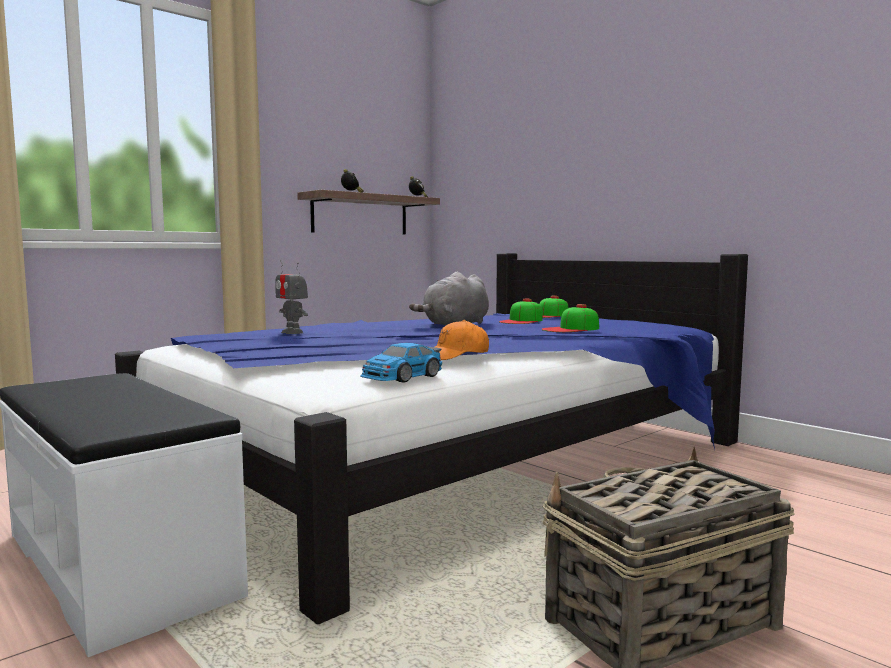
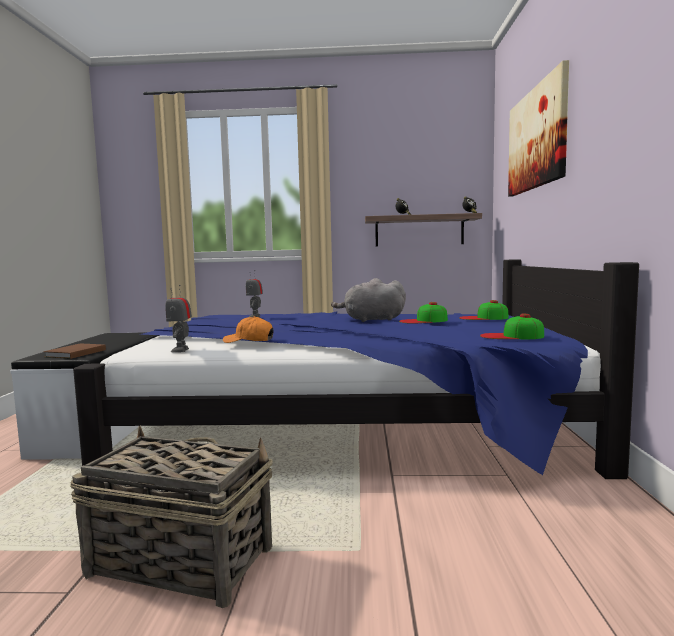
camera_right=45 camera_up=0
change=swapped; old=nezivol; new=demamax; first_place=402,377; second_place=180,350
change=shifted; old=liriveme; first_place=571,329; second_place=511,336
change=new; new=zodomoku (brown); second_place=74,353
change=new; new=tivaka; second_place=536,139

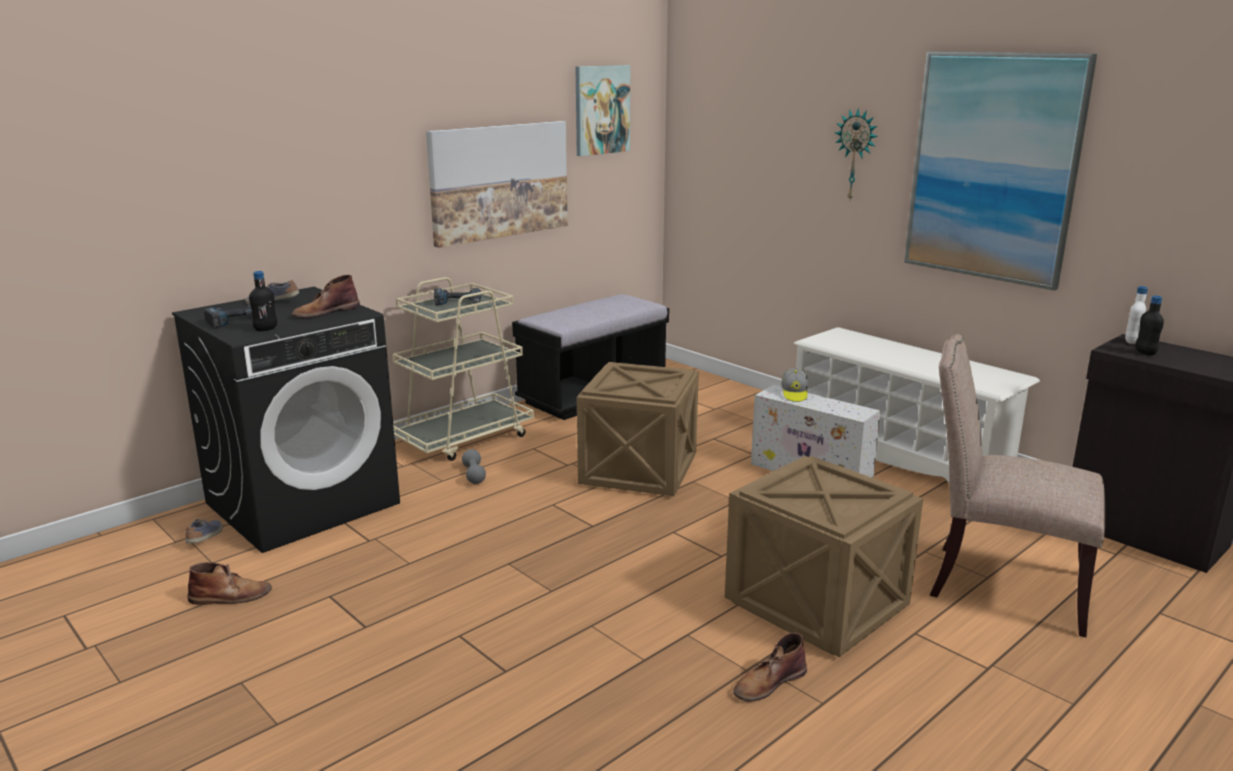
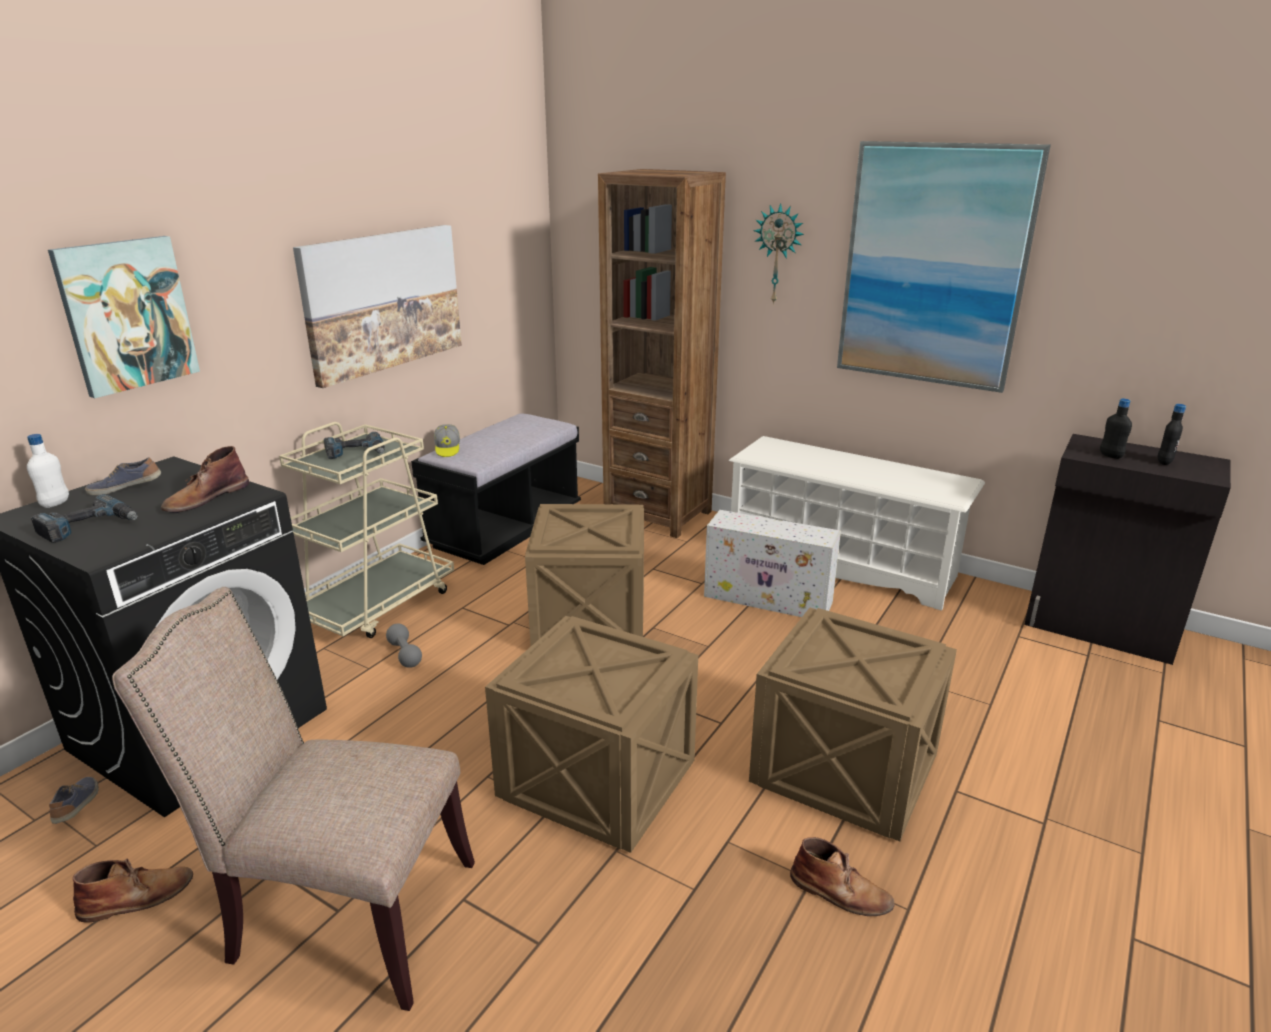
camera_right=-15 camera_up=5
change=shifted; old=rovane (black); first_place=265,329; second_place=1164,462
change=shifted; old=tivaka; first_place=601,110; second_place=127,315
change=rotated; old=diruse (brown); first_place=769,682; second_place=841,892; degrees=-105
change=shifted; old=liriveme; first_place=794,394; second_place=447,449
change=shifted; old=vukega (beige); first_place=1000,585; second_place=343,914
change=shifted; old=rovane (white); first_place=1132,341; second_place=55,503
change=new; new=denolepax; second_place=599,782
change=new; new=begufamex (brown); second_place=658,514

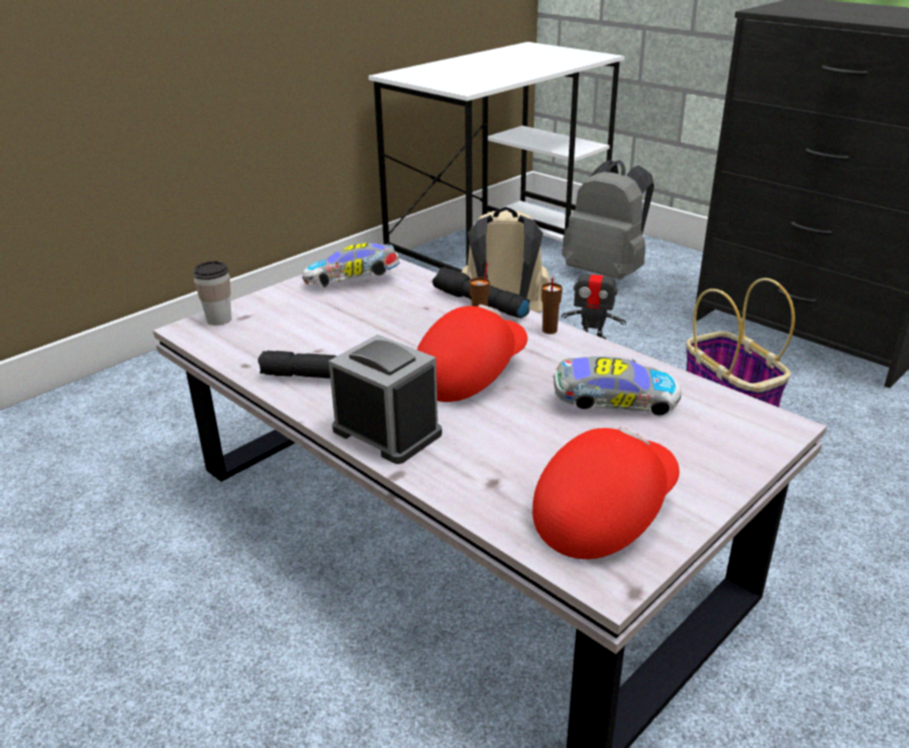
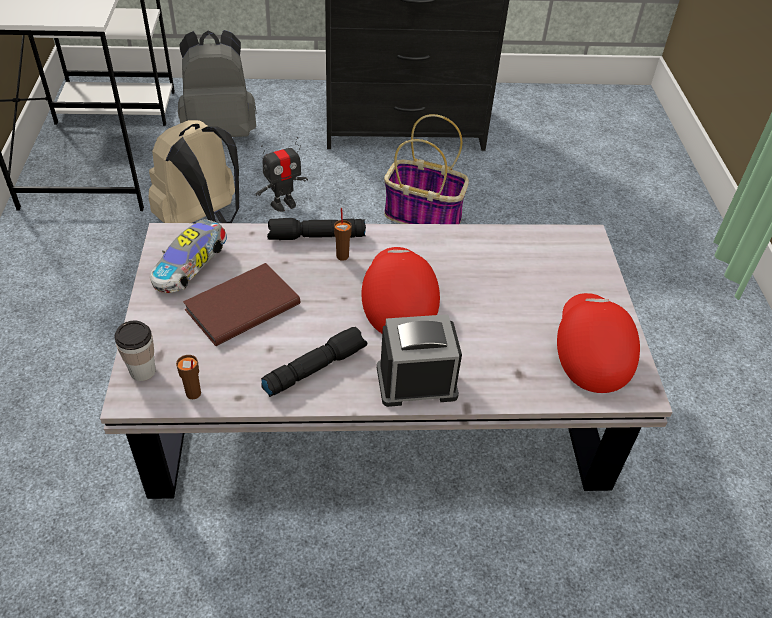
camera_right=-50 camera_up=15
change=shifted; old=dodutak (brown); first_place=549,330; second_place=193,394
change=gone; old=nezivol; first_place=612,404
change=new; new=zodomoku (brown); second_place=240,306

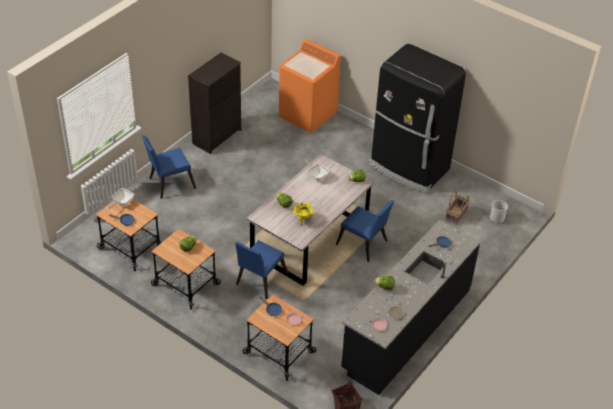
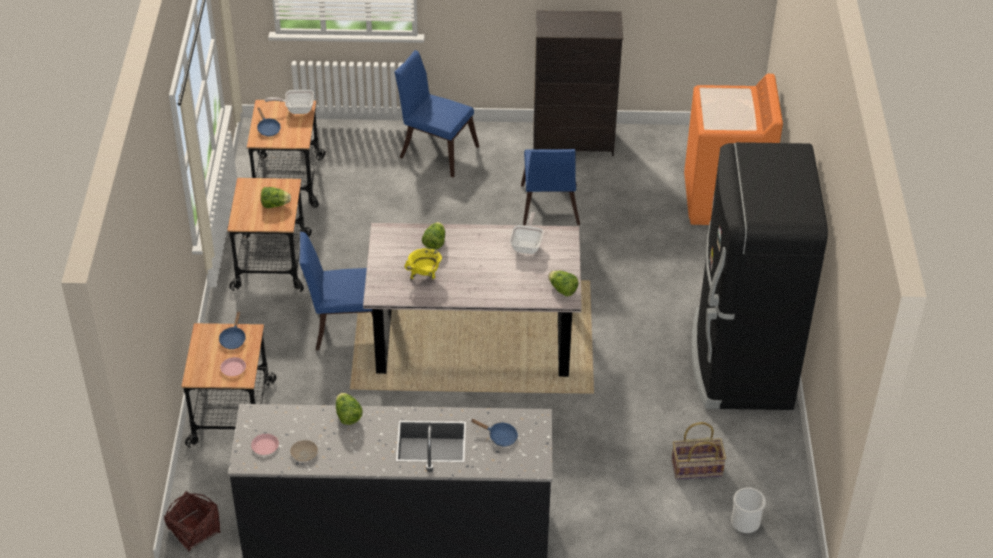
camera_right=55 camera_up=0
change=shifted; old=vukega (blue); first_place=364,245; second_place=549,209

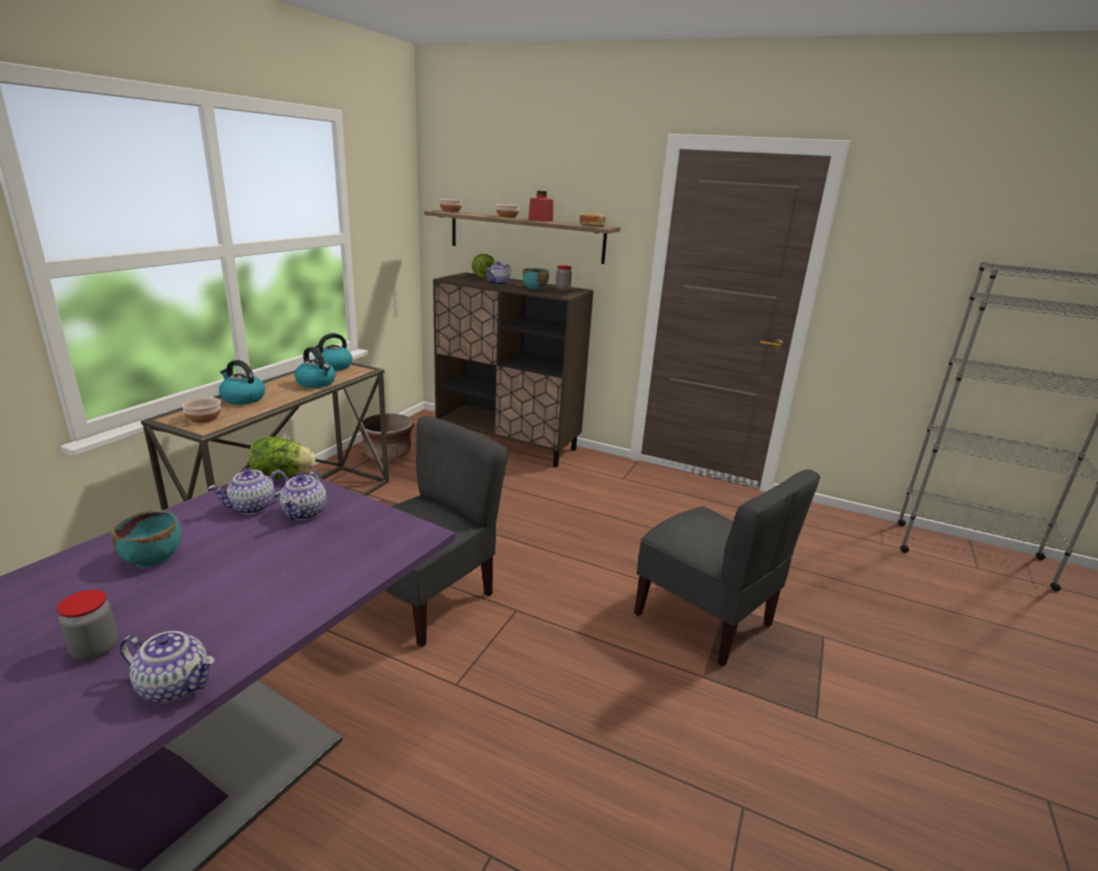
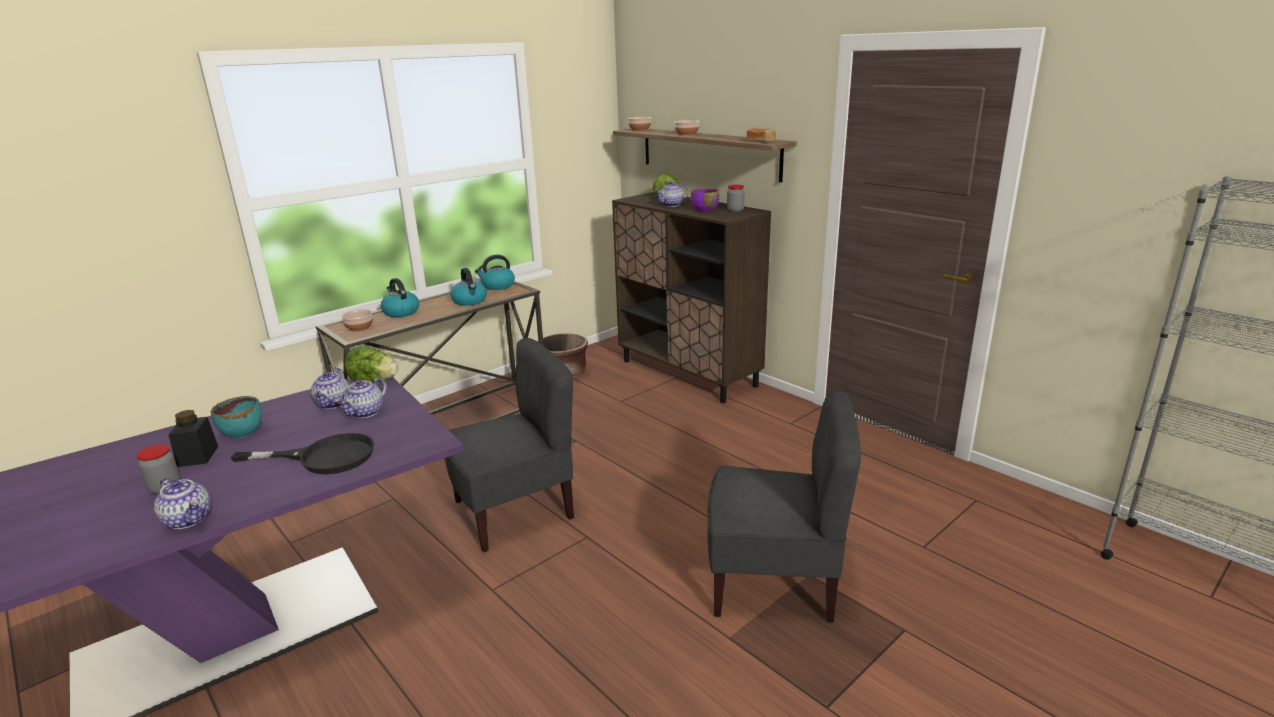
camera_right=25 camera_up=0
change=rotated; old=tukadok; first_place=252,507; second_place=333,403; degrees=-75
change=repainted; old=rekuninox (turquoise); new=rekuninox (purple); first_place=535,288; second_place=704,210
change=gone; old=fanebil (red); first_place=540,220
change=rotated; old=vukega (grey); first_place=704,619; second_place=774,583; degrees=-60
change=new; new=fanebil (black); second_place=198,456
change=new; new=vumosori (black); second_place=324,457

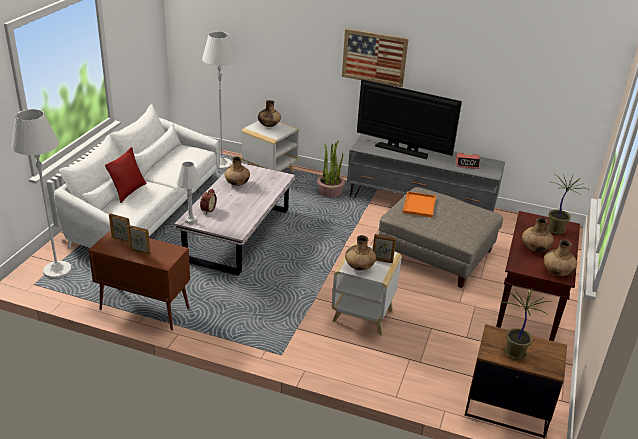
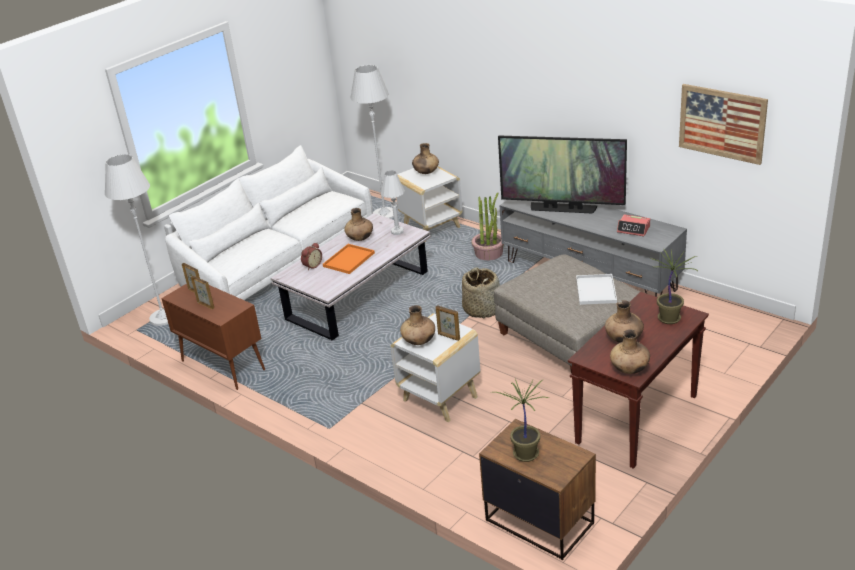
camera_right=25 camera_up=0
change=gone; old=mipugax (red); first_place=128,192
change=shifted; old=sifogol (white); first_place=190,220; second_place=397,231
change=shifted; old=tivaka; first_place=374,57; second_place=722,123
change=rotated; old=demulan; first_place=402,150; second_place=562,208; degrees=150
change=shifted; old=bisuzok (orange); first_place=419,204; second_place=349,259
change=new; new=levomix; second_place=482,309
change=new; new=bisuzok (white); second_place=595,289

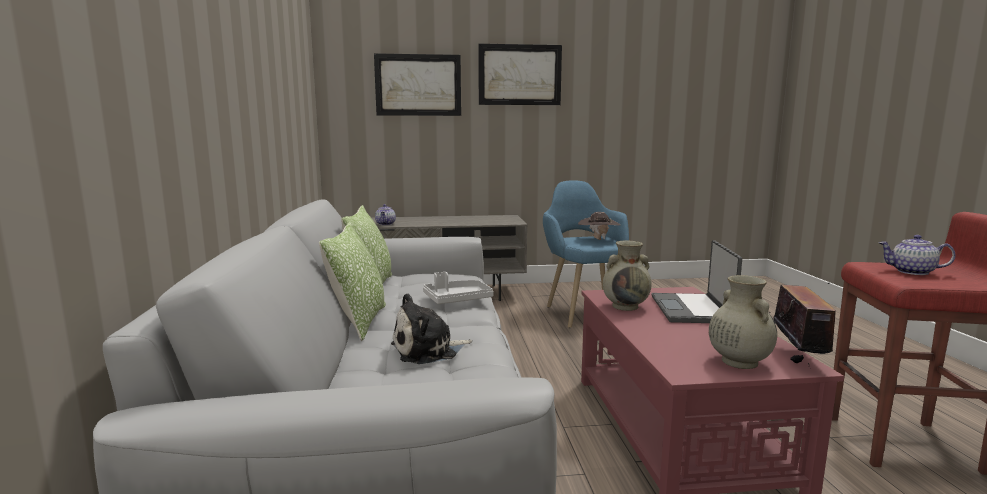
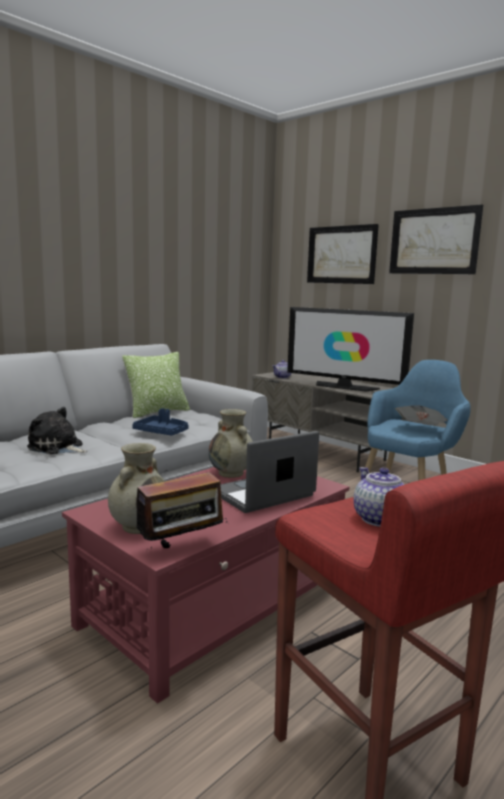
camera_right=50 camera_up=0
change=gone; old=mipugax; first_place=359,322
change=repainted; old=bisuzok (grey); new=bisuzok (blue); first_place=457,300; second_place=162,432
change=swapped; old=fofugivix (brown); new=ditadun; first_place=598,240; second_place=420,429
change=new; new=demulan; second_place=344,387

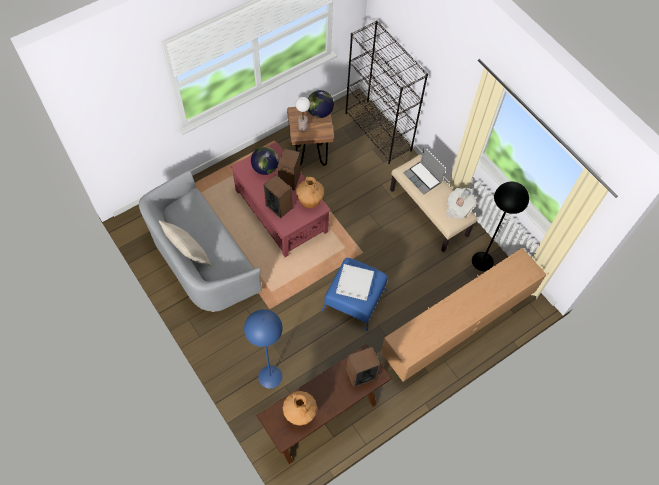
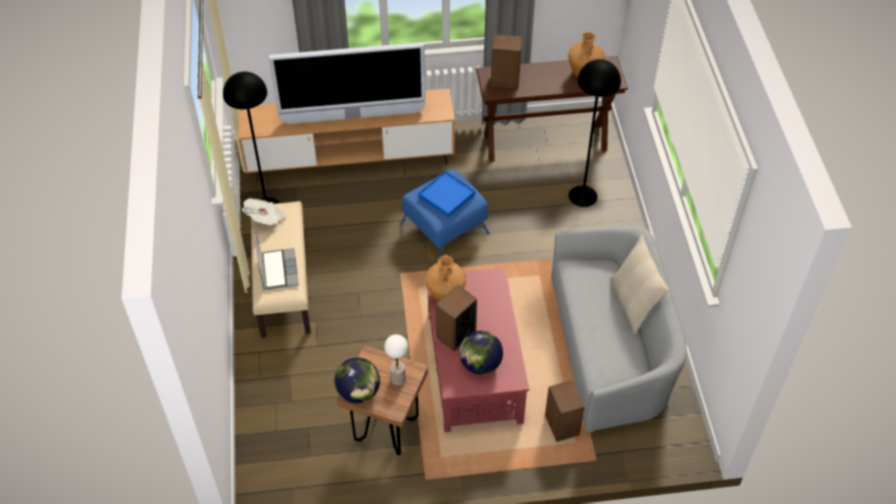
camera_right=-150 camera_up=-10
change=repainted; old=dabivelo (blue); new=dabivelo (black); first_place=270,377; second_place=583,196
change=shifted; old=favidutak; first_place=279,206; second_place=561,425
change=repainted; old=bisuzok (white); new=bisuzok (blue); first_place=354,283; second_place=446,196
change=gone; old=begufamex (black); first_place=378,132
change=new; new=demulan; second_place=353,117

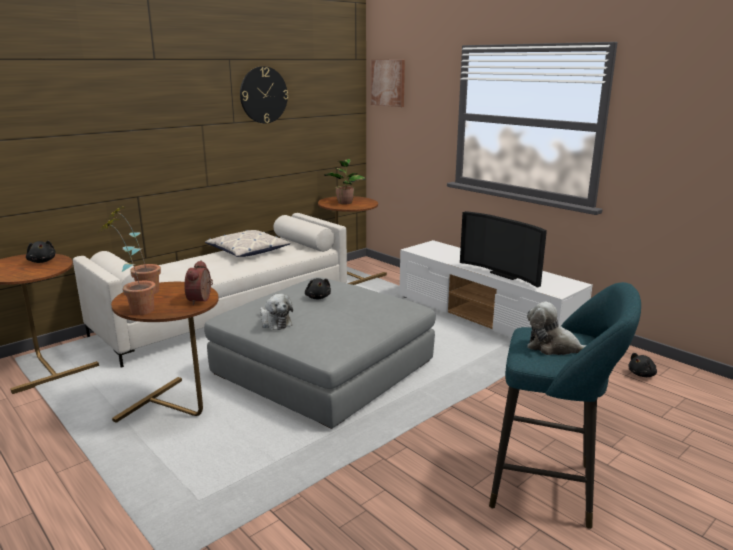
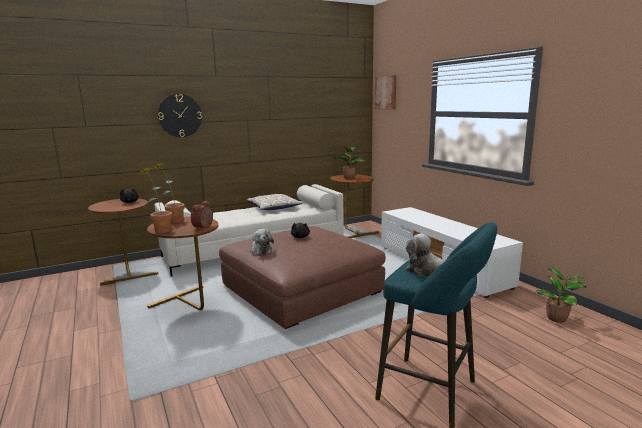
camera_right=15 camera_up=-5
change=repainted; old=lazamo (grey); new=lazamo (brown); first_place=323,368; second_place=301,289
change=shifted; old=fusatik; first_place=263,95; second_place=180,115
change=gone; old=demulan; first_place=505,274
change=swapped; old=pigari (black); new=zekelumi; first_place=642,374; second_place=558,319

